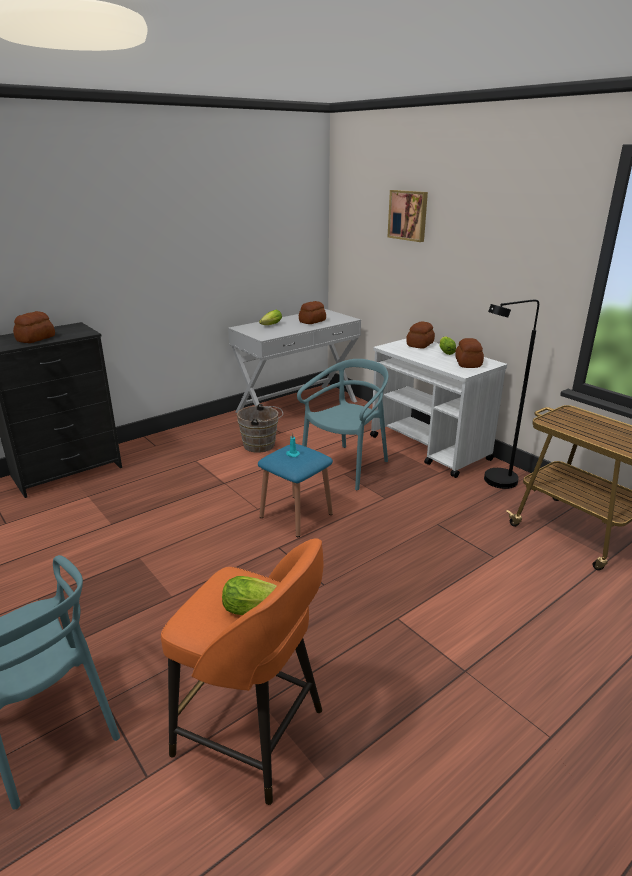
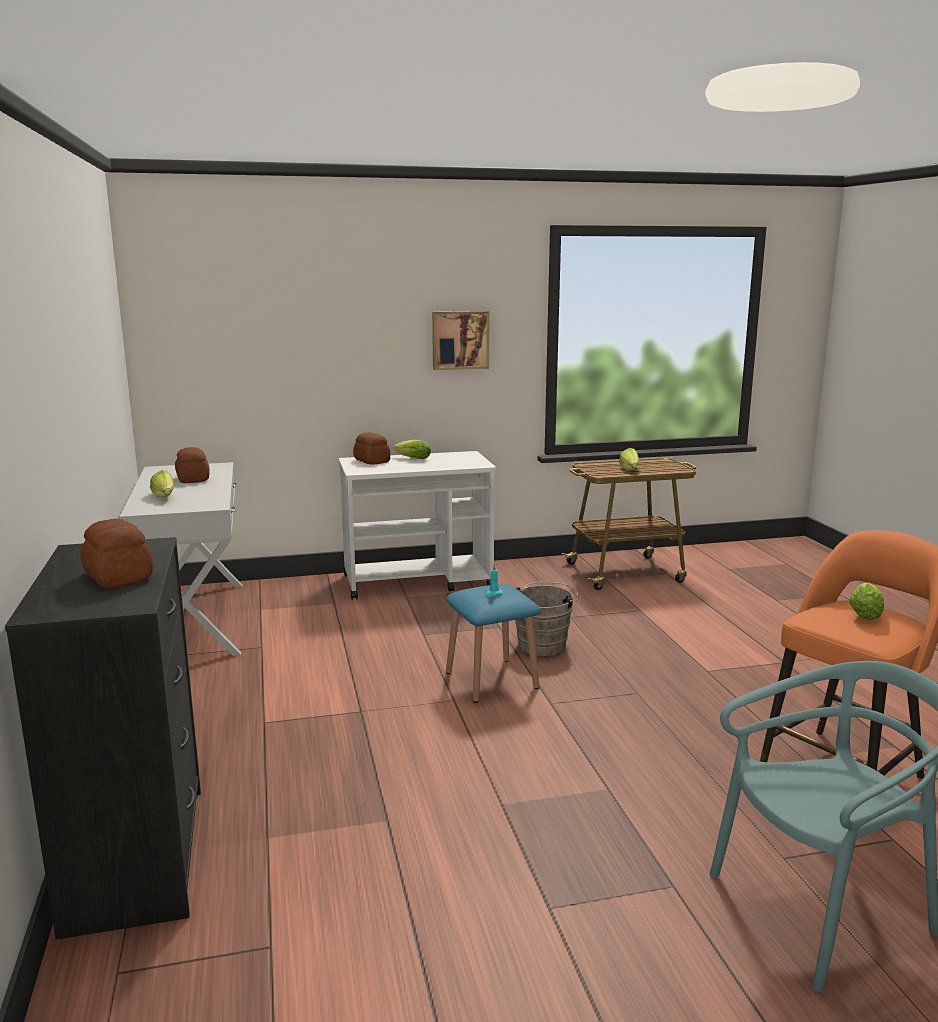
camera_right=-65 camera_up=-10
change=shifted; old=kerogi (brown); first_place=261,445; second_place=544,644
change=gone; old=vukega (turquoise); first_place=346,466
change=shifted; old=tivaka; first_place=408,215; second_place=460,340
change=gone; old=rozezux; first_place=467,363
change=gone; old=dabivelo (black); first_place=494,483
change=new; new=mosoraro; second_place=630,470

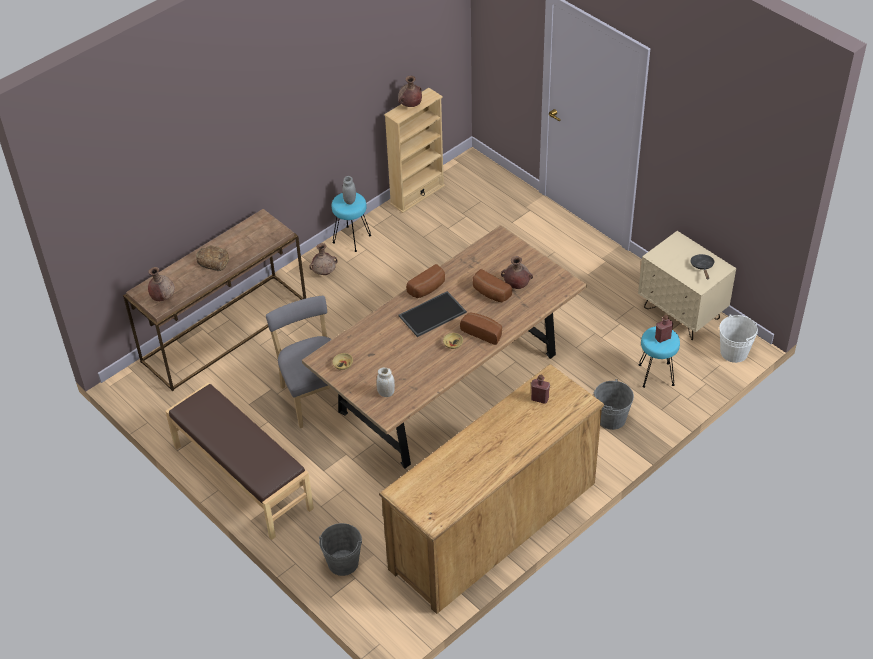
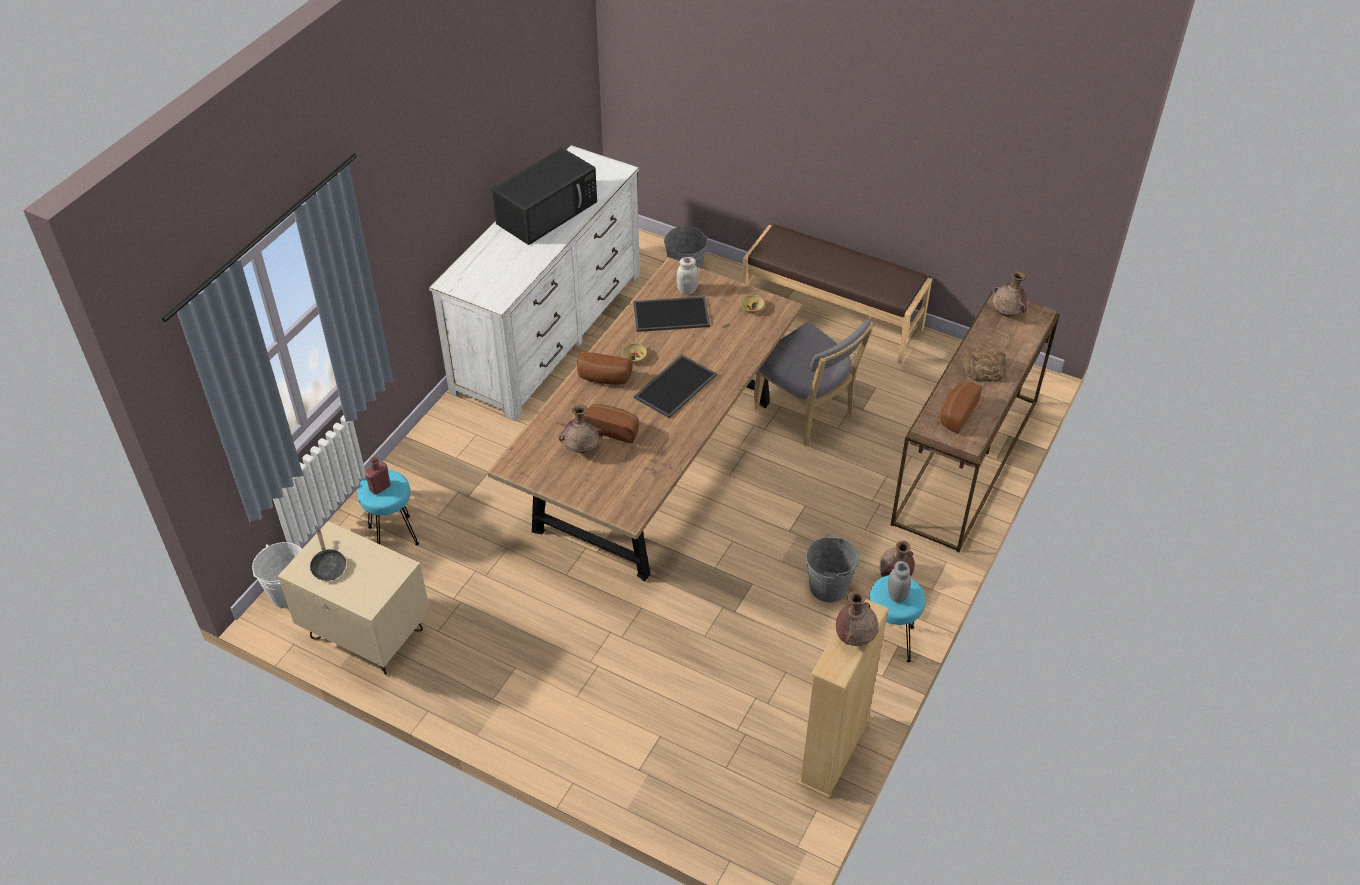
camera_right=160 camera_up=0
change=repainted; old=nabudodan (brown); new=nabudodan (white); first_place=493,525; second_place=548,332
change=shifted; old=rozezux; first_place=428,289; second_place=956,413
change=gone; old=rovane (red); first_place=539,399
change=shifted; old=kerogi (grey); first_place=611,418; second_place=828,587
change=new; new=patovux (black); second_place=547,211
change=new; new=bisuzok; second_place=672,314

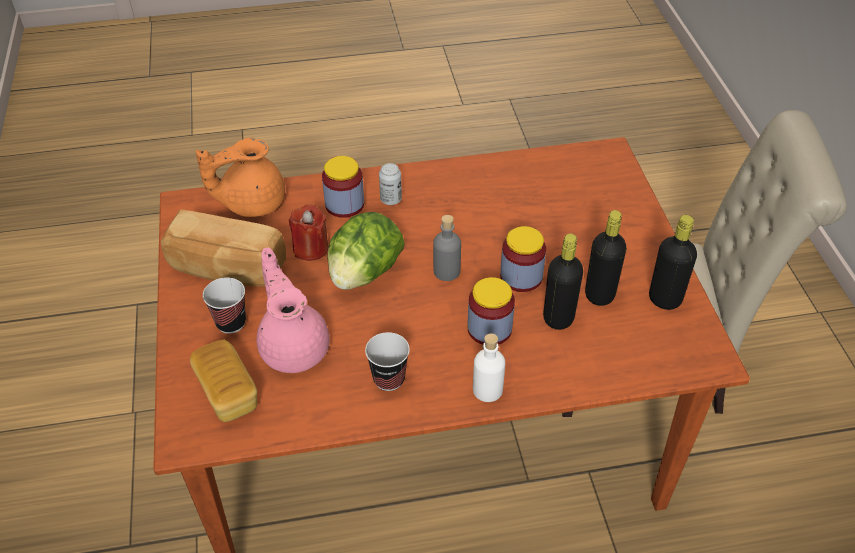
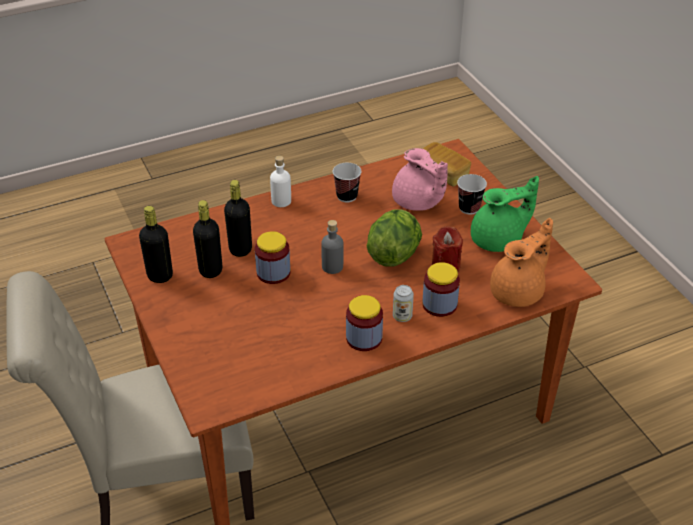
camera_right=165 camera_up=-5
change=swapped; old=rozezux; new=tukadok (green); first_place=227,268; second_place=498,240
change=shifted; old=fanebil; first_place=489,329; second_place=364,338

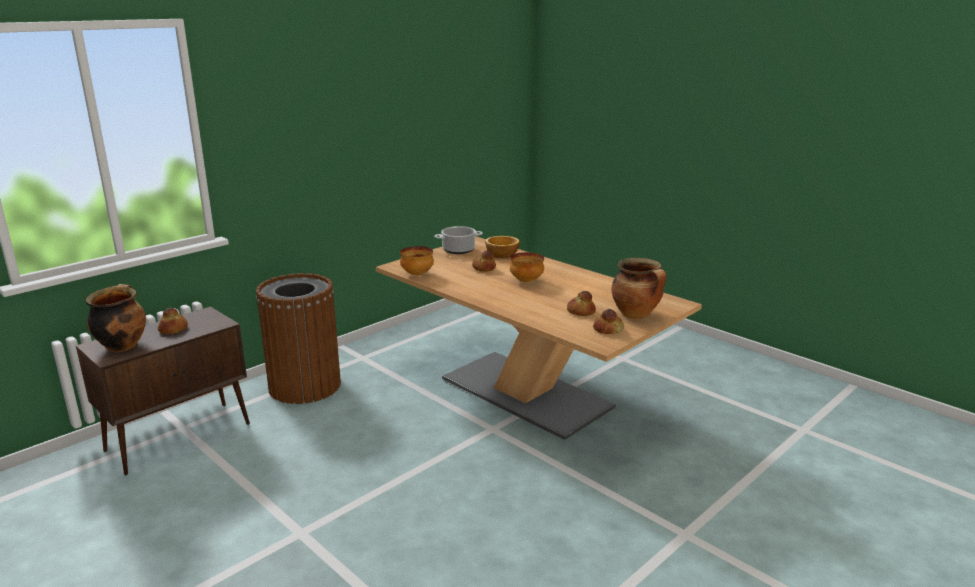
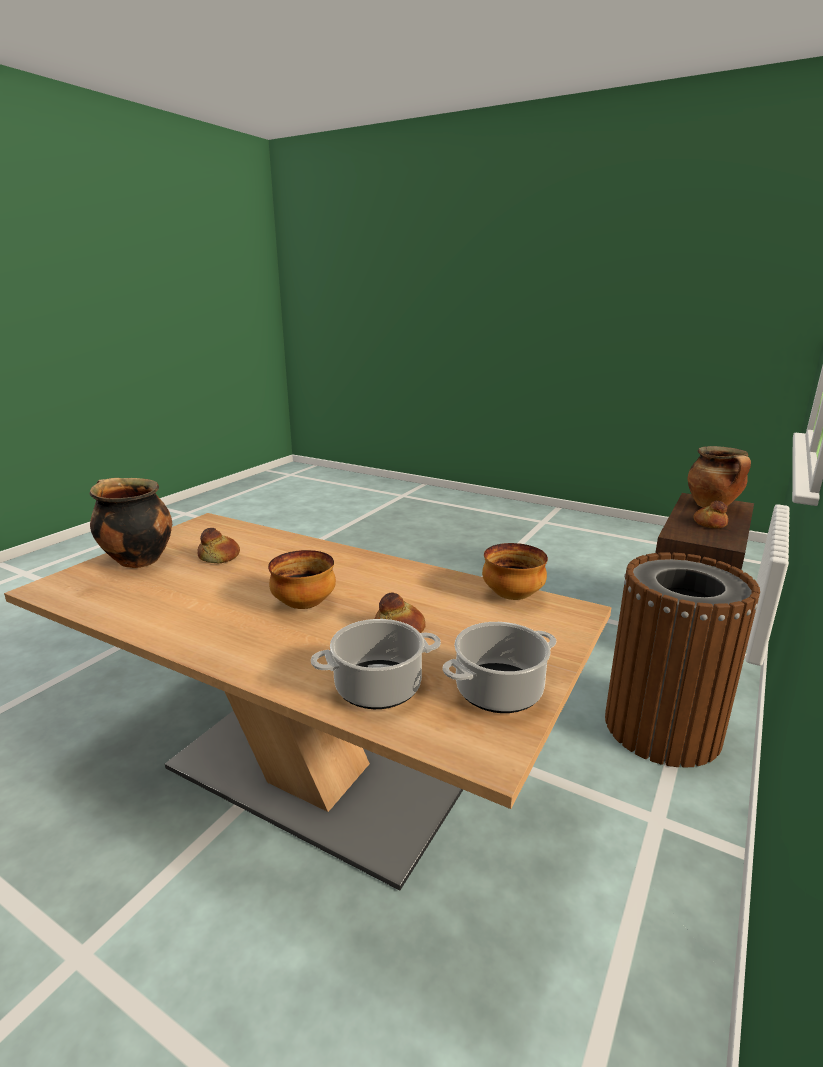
camera_right=165 camera_up=0
change=swapped; old=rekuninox; new=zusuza; first_place=501,255; second_place=379,687
change=gone; old=rozezux; first_place=607,329

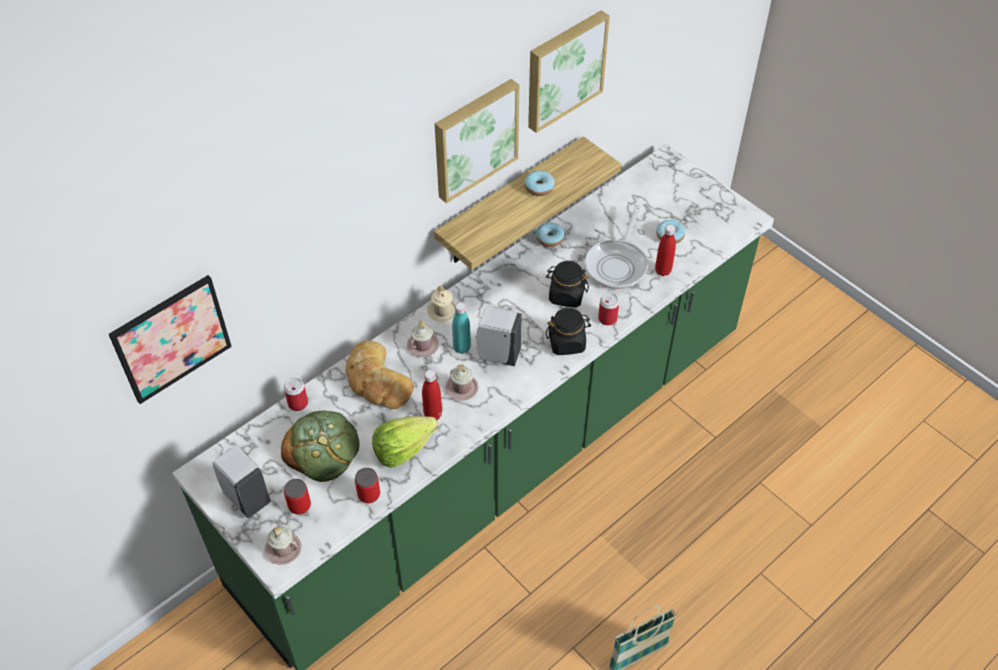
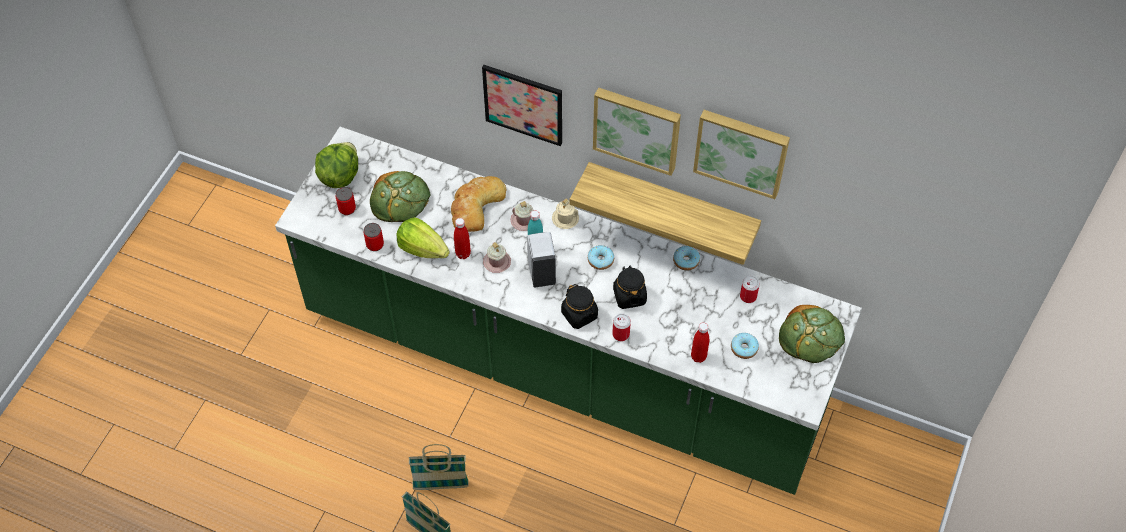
camera_right=65 camera_up=5
change=shifted; old=tivaka; first_place=172,339; second_place=523,104
change=swapped; old=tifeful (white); new=mosoraro; first_place=246,497; second_place=339,176
change=gone; old=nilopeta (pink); first_place=283,549
change=shifted; old=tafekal; first_place=298,403; second_place=748,296
change=shifted; old=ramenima; first_place=539,187; second_place=600,260
change=gone; old=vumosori; first_place=618,264
change=new; new=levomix; second_place=441,485
change=new; new=rozezux; second_place=811,337

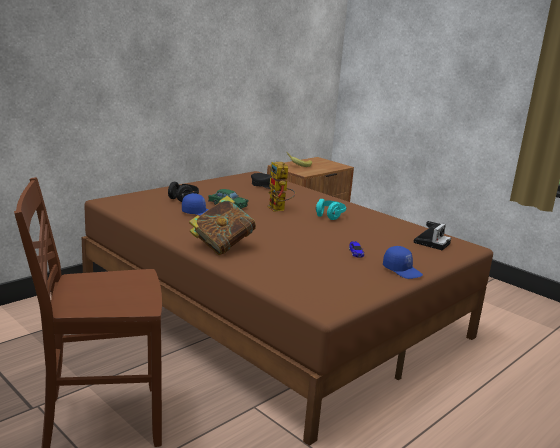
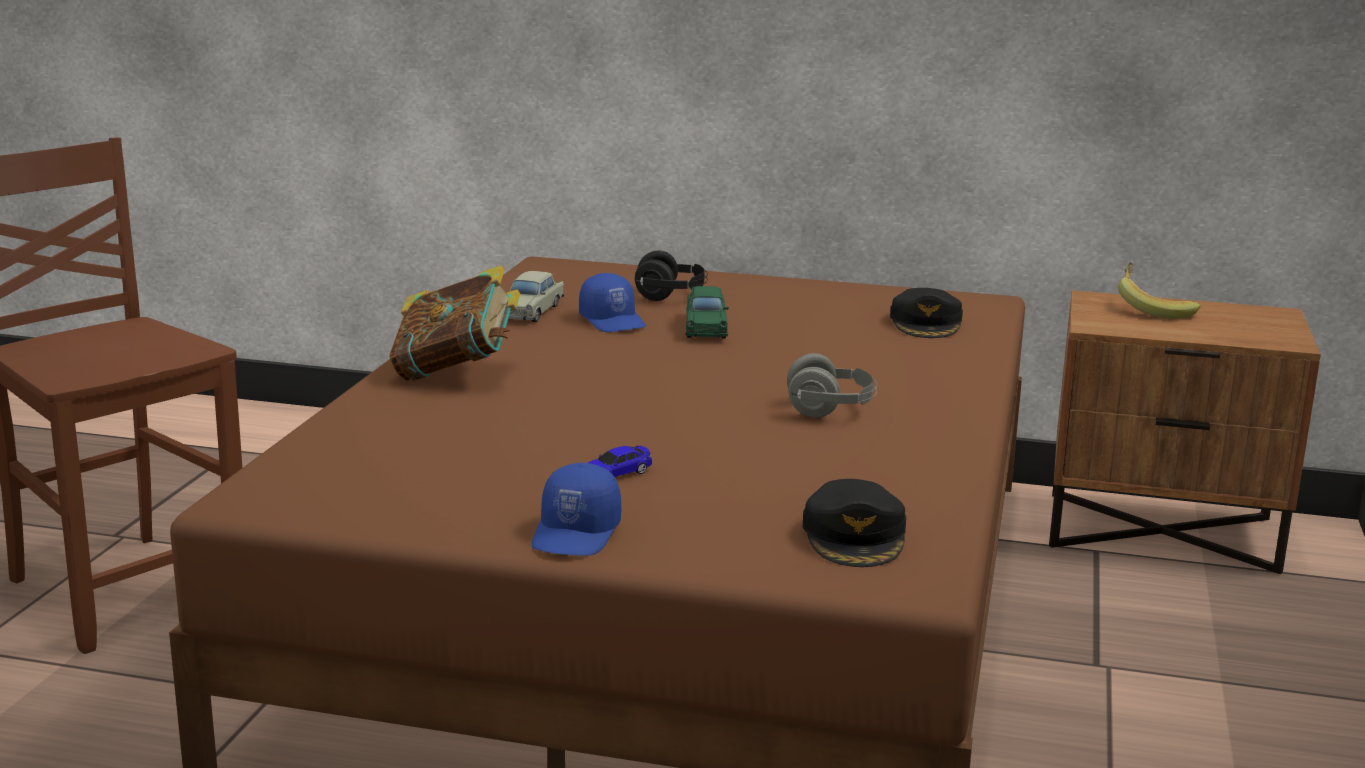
camera_right=60 camera_up=0
change=gone; old=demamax; first_place=279,209
change=repainted; old=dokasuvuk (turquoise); new=dokasuvuk (grey); first_place=329,216; second_place=831,409
change=swapped; old=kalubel; new=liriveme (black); first_place=431,242; second_place=855,536
change=new; new=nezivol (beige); second_place=531,311

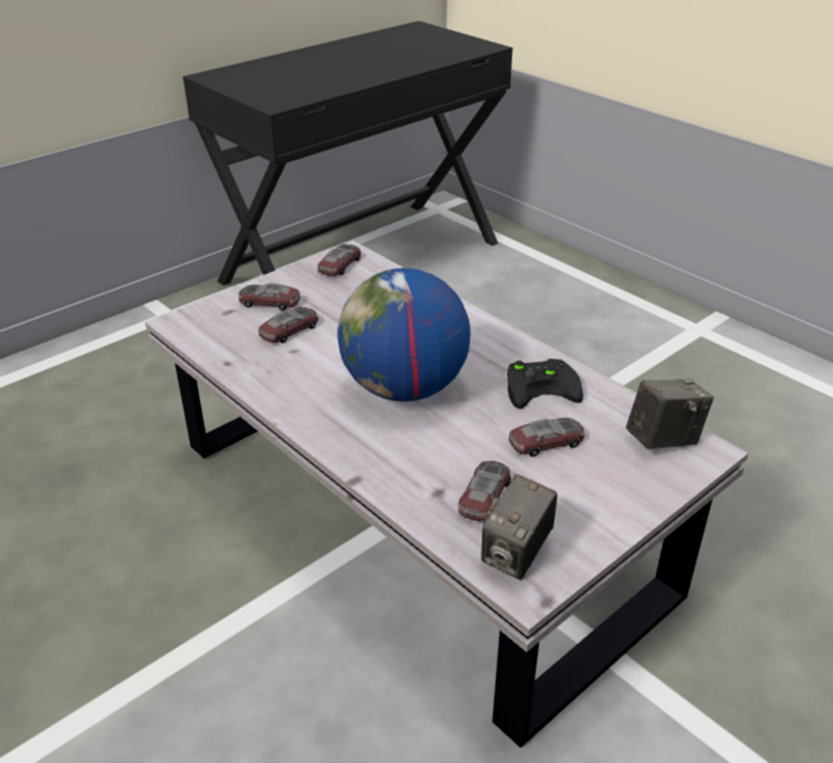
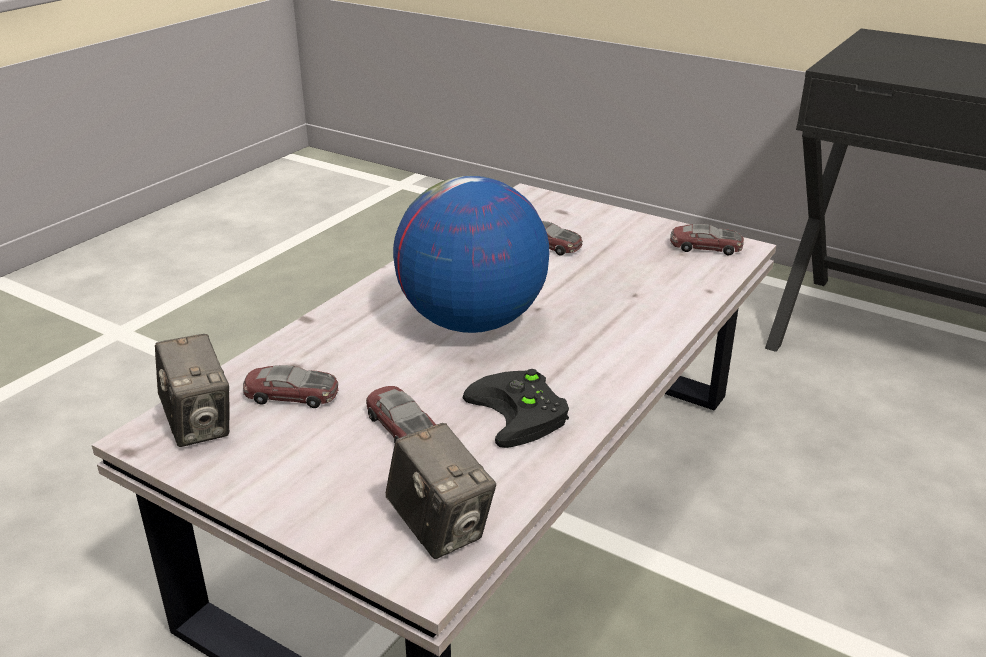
camera_right=75 camera_up=-5
change=gone; old=nezivol; first_place=270,302
change=rotated; old=kalubel; first_place=516,554; second_place=199,425; degrees=-135

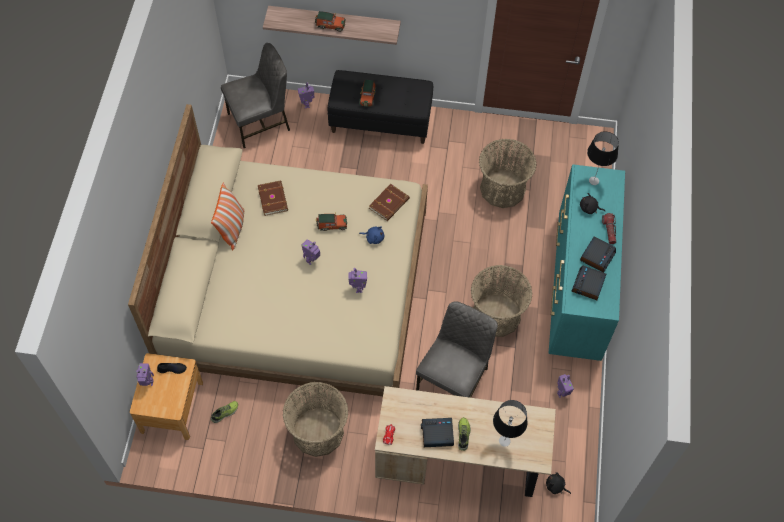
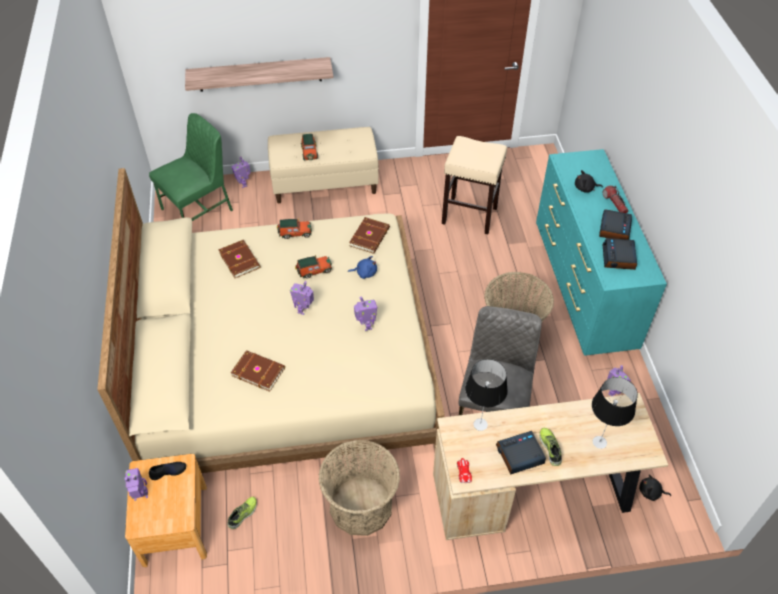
camera_right=-15 camera_up=-10
change=gone; old=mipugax; first_place=232,229
change=repainted; old=vukega (grey); new=vukega (green); first_place=260,122; second_place=199,210
change=shifted; old=nezivol; first_place=330,25; second_place=294,233
change=repainted; old=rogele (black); new=rogele (beige); first_place=381,121; second_place=325,183
change=swapped; old=levomix; new=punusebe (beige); first_place=503,188; second_place=470,215
change=shifted; old=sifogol; first_place=594,181; second_place=480,425
change=new; new=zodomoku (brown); second_place=258,371

